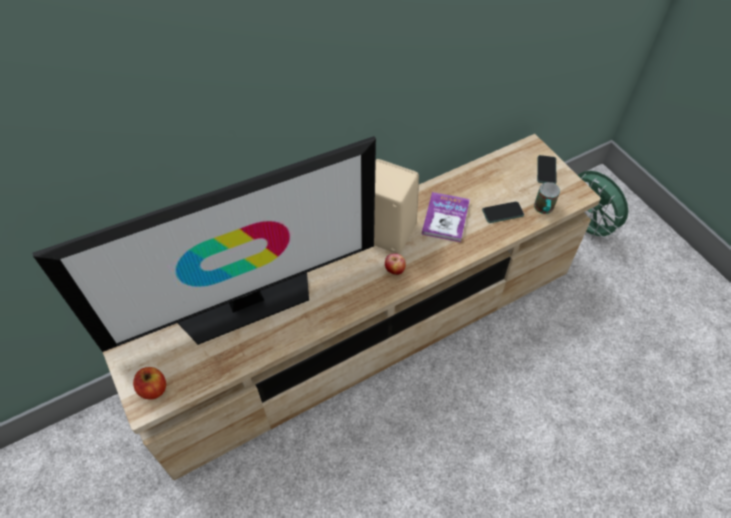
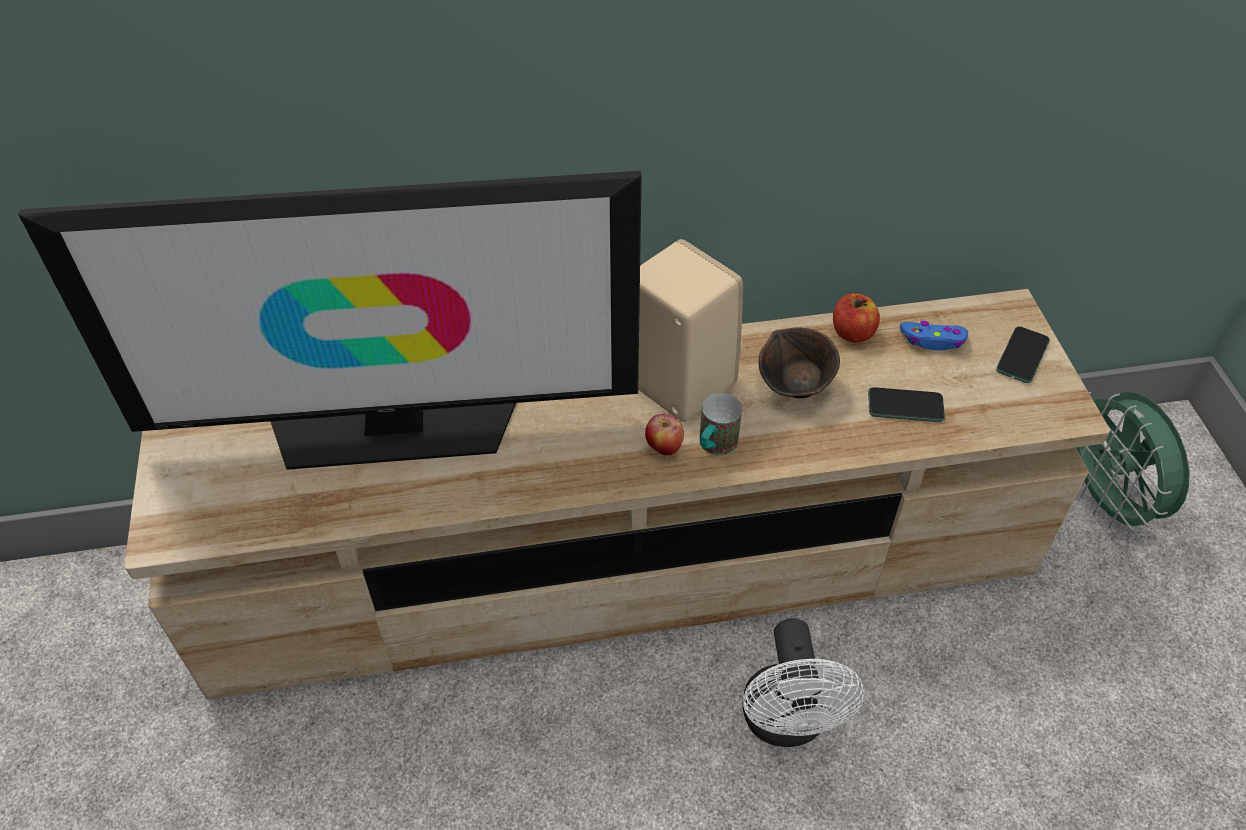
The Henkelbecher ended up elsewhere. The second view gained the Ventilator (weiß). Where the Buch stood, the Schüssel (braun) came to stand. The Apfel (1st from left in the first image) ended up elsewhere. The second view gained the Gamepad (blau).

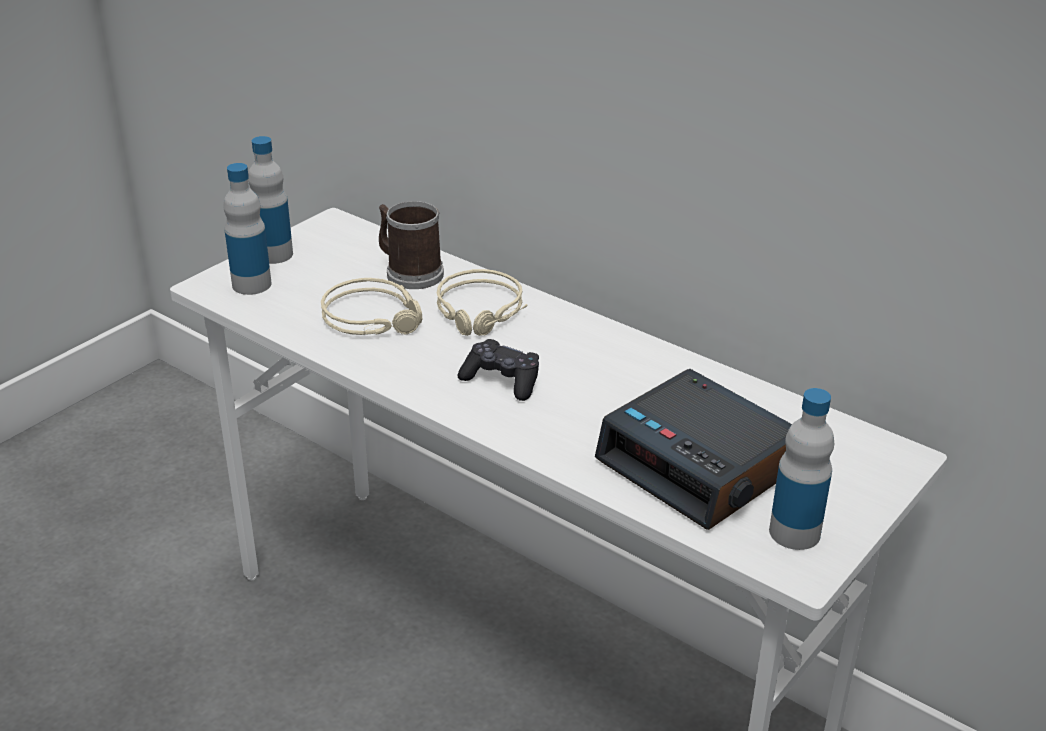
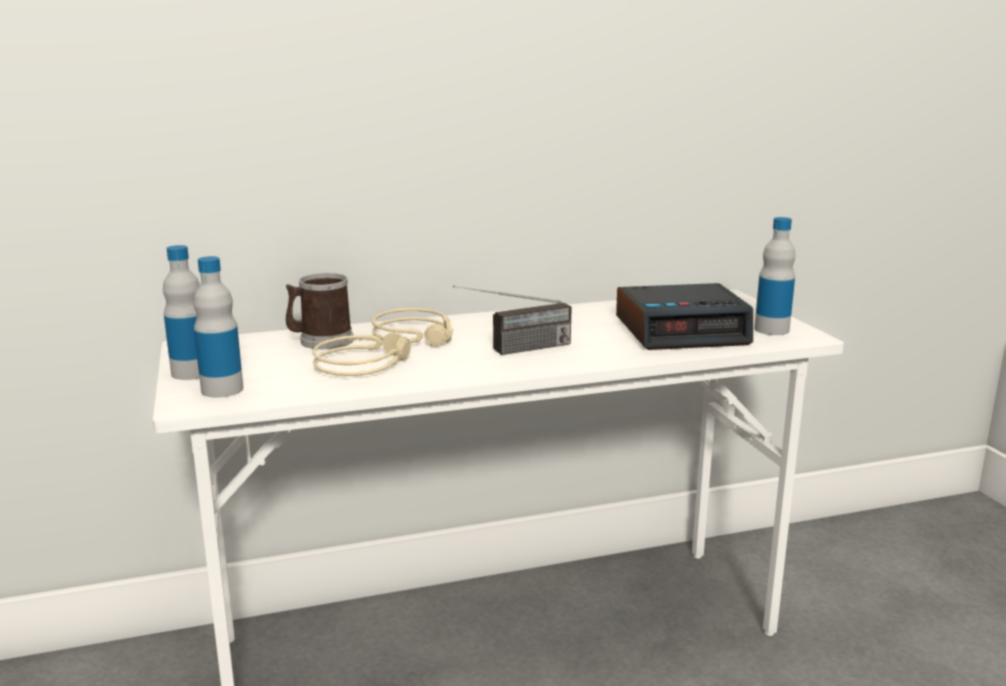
Where the Gamepad (schwarz) stood, the Radio came to stand.

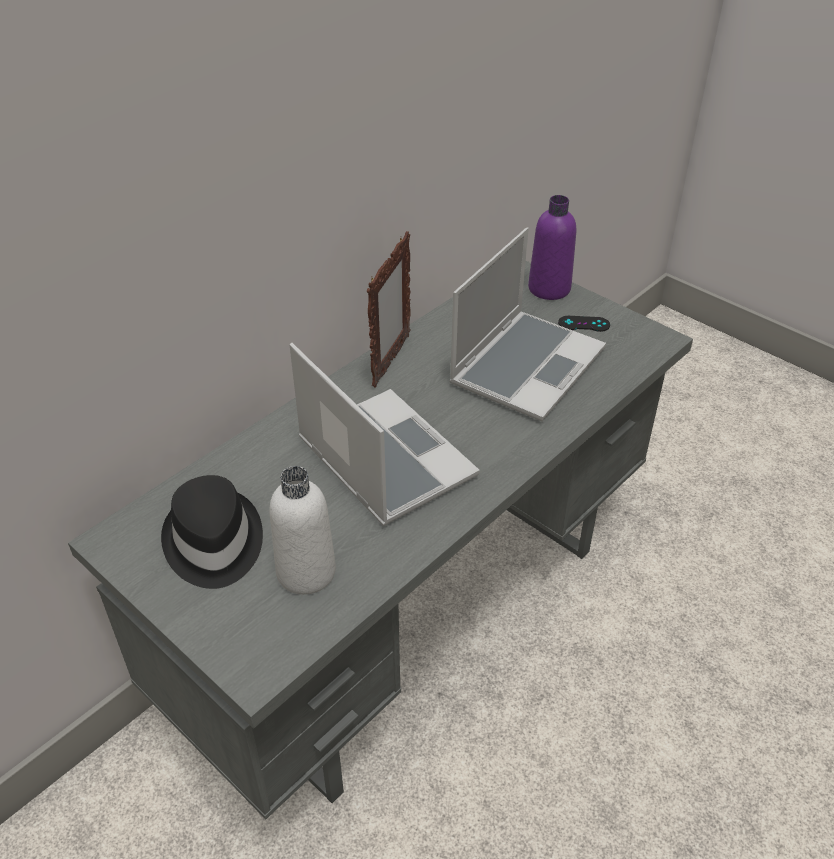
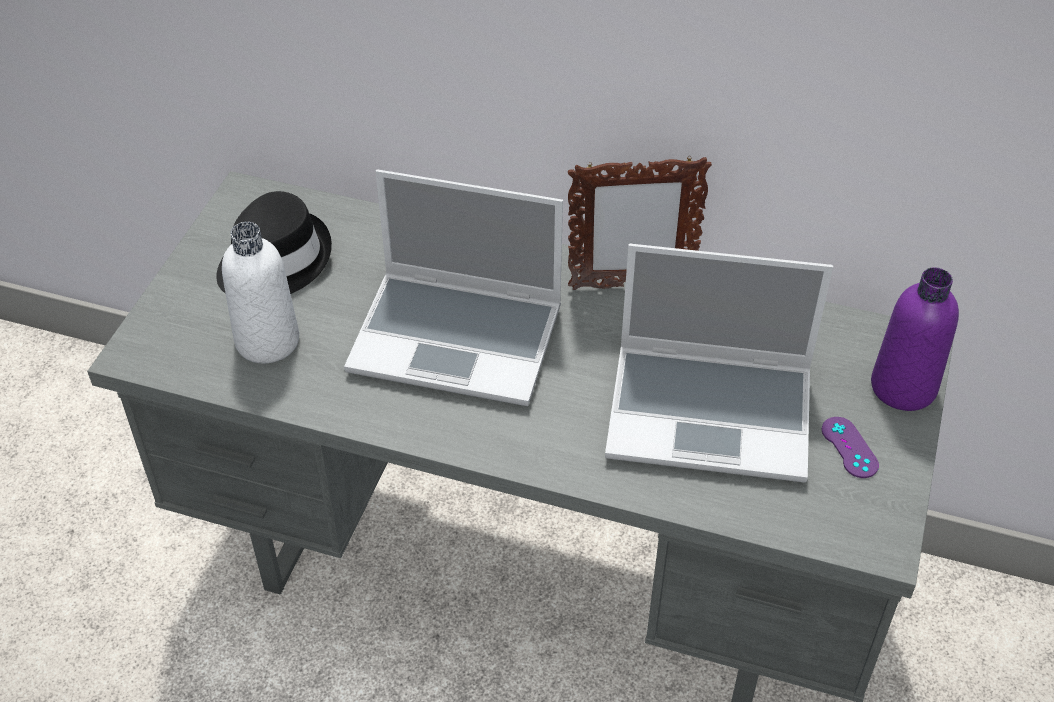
The Laptop (1st from left) ended up facing another way, 75 degrees clockwise from before. What was the Gamepad (schwarz) turned into the Gamepad (lila).

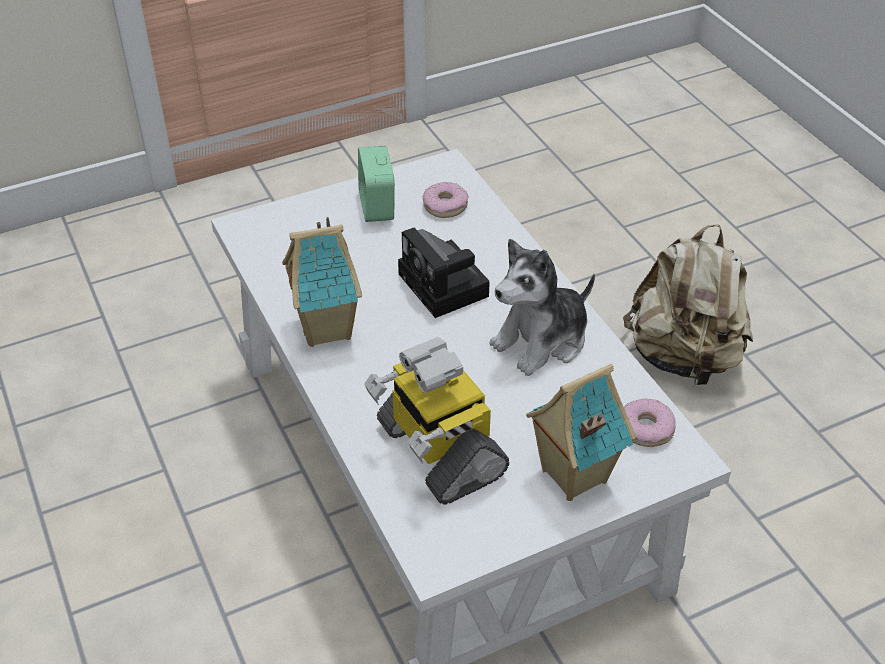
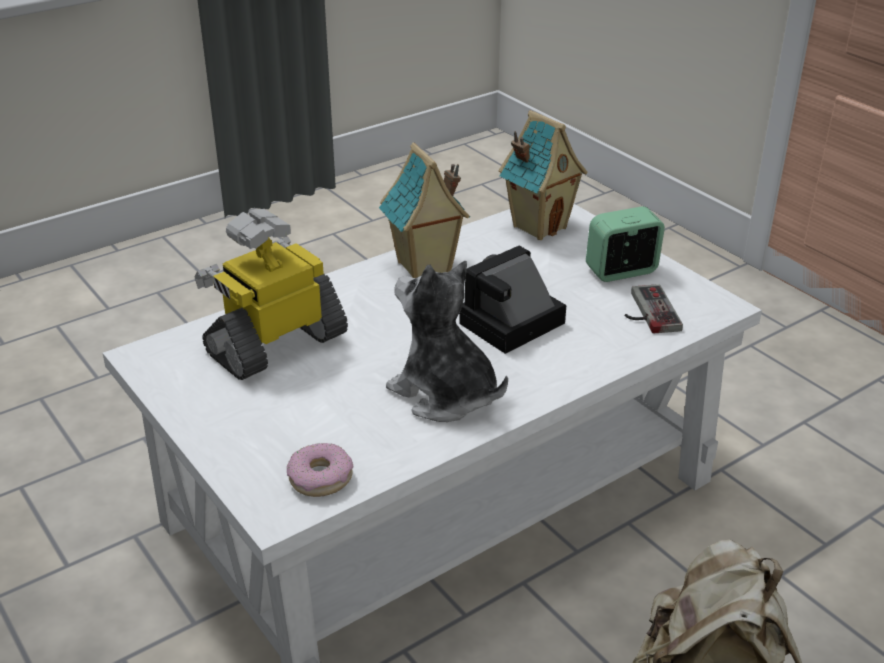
The Spielzeughaus (2nd from left) ended up elsewhere. Where the Donut (1st from left) stood, the Gamepad came to stand.

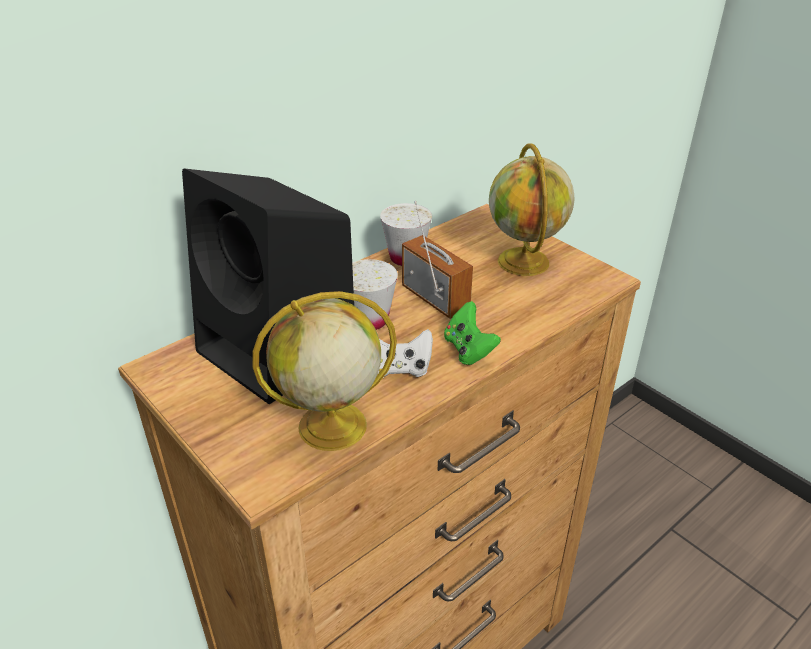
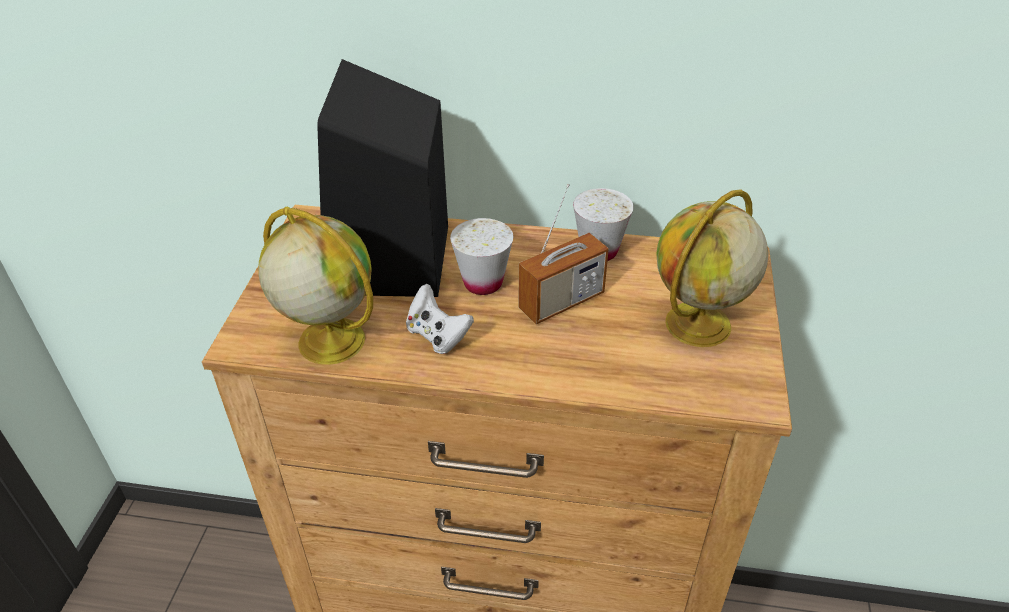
The Radio ended up facing another way, 45 degrees clockwise from before. The second view lost the Gamepad (grün).

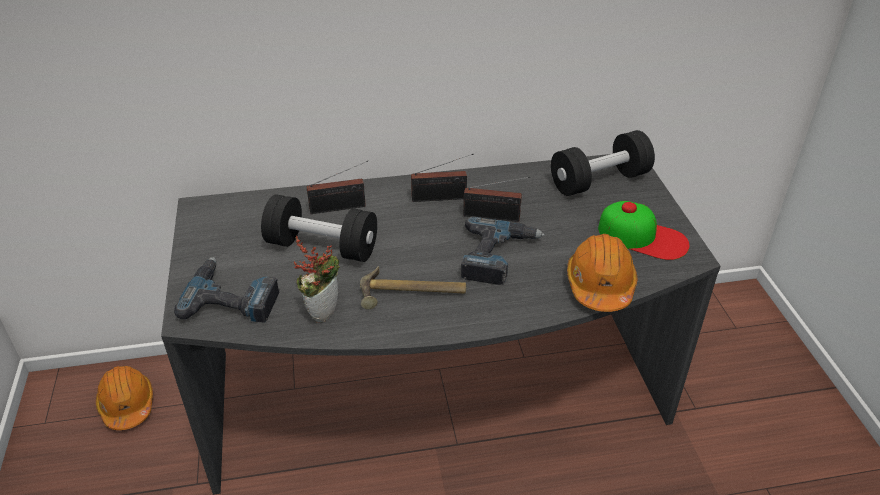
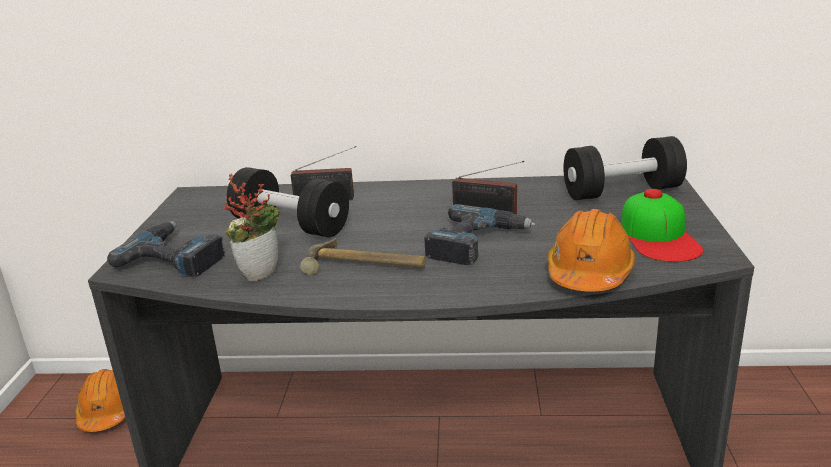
The Kappe ended up facing another way, 45 degrees clockwise from before. The second view lost the Radio (2nd from left).

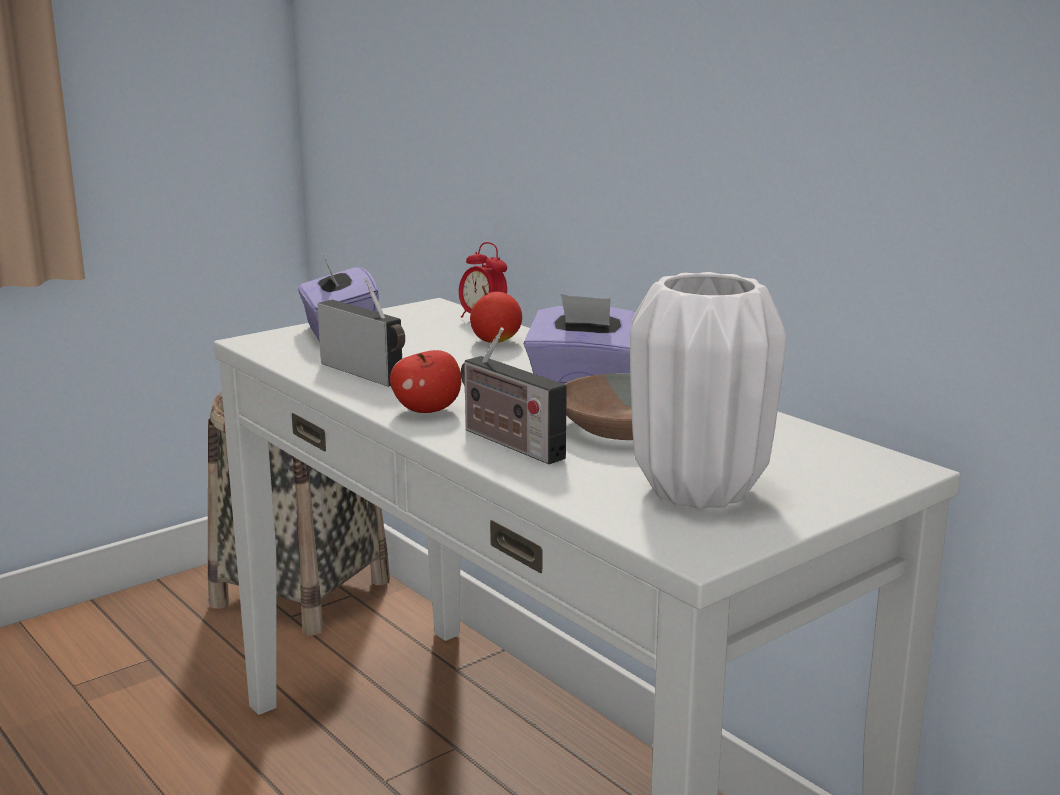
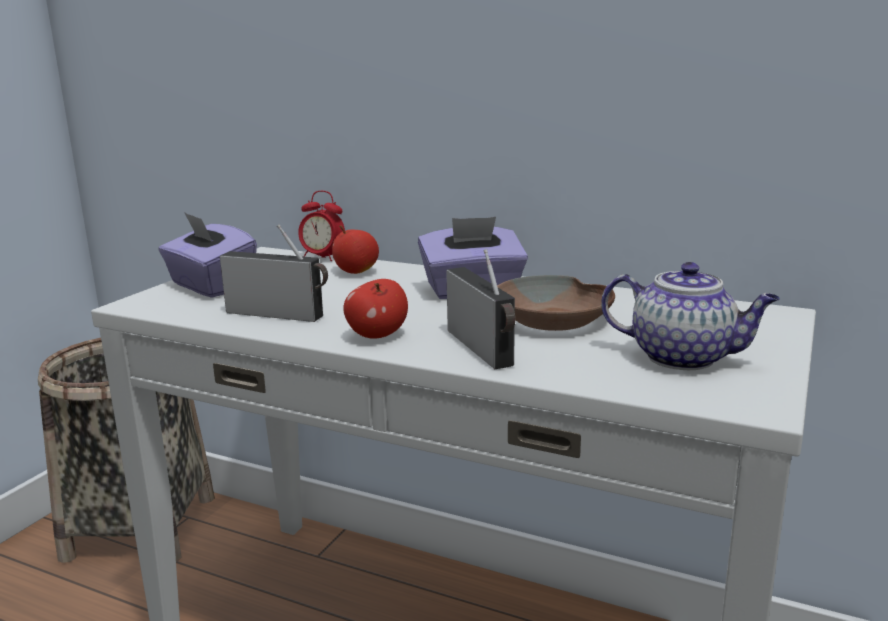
The Radio (2nd from left) ended up facing another way, 135 degrees counterclockwise from before. Where the Vase (weiß) stood, the Teekanne came to stand.

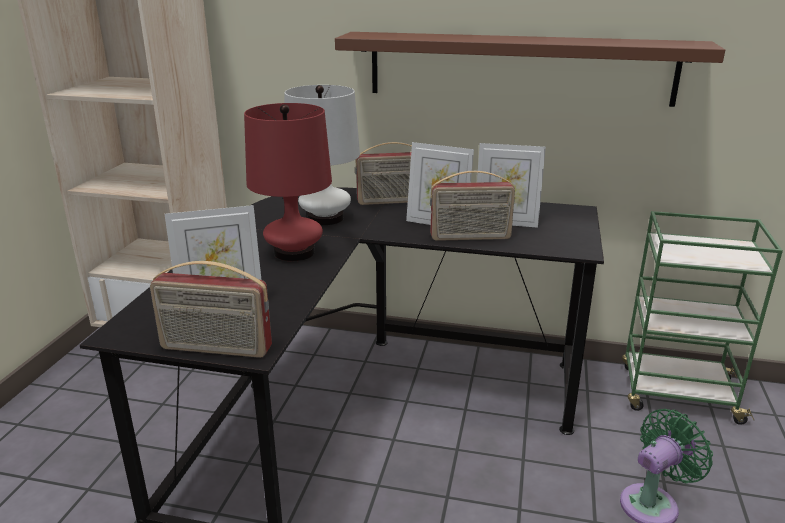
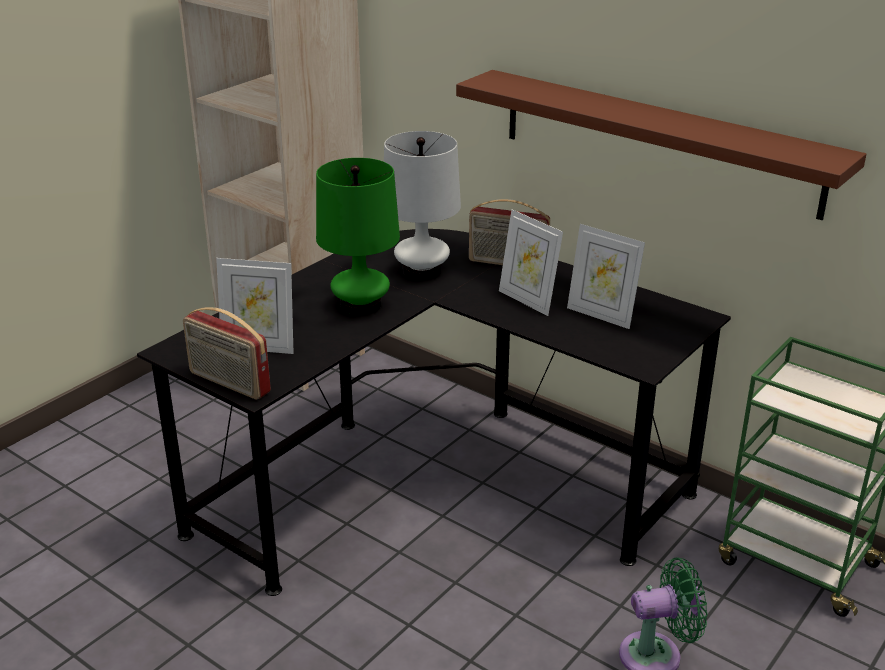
What was the Tischlampe (rot) turned into the Tischlampe (grün). The second view lost the Radio (3rd from left).

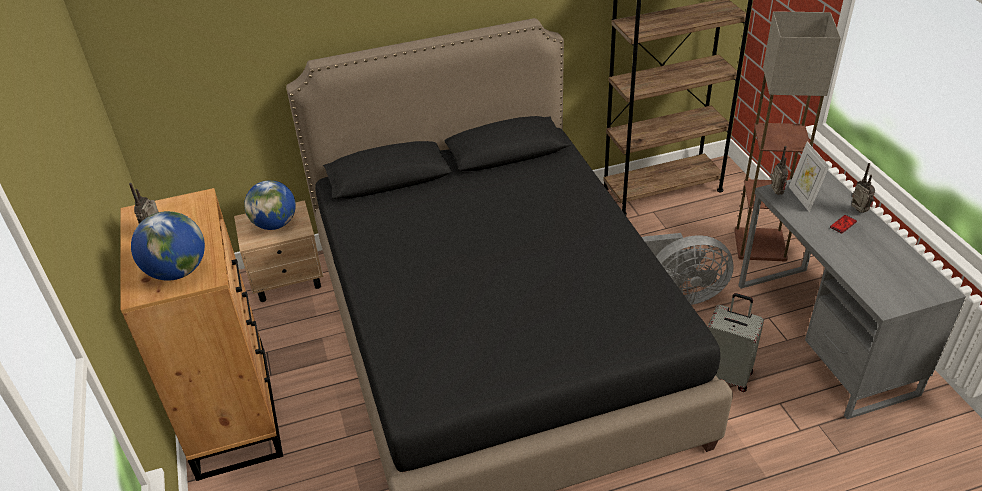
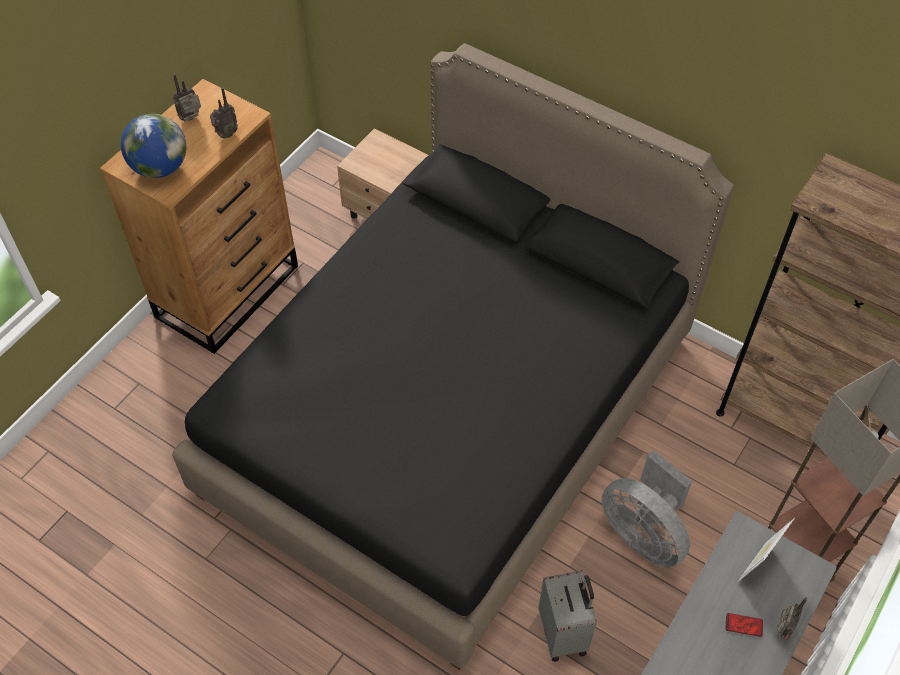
The Radio (2nd from left) ended up elsewhere. The second view lost the Globus (2nd from left).

